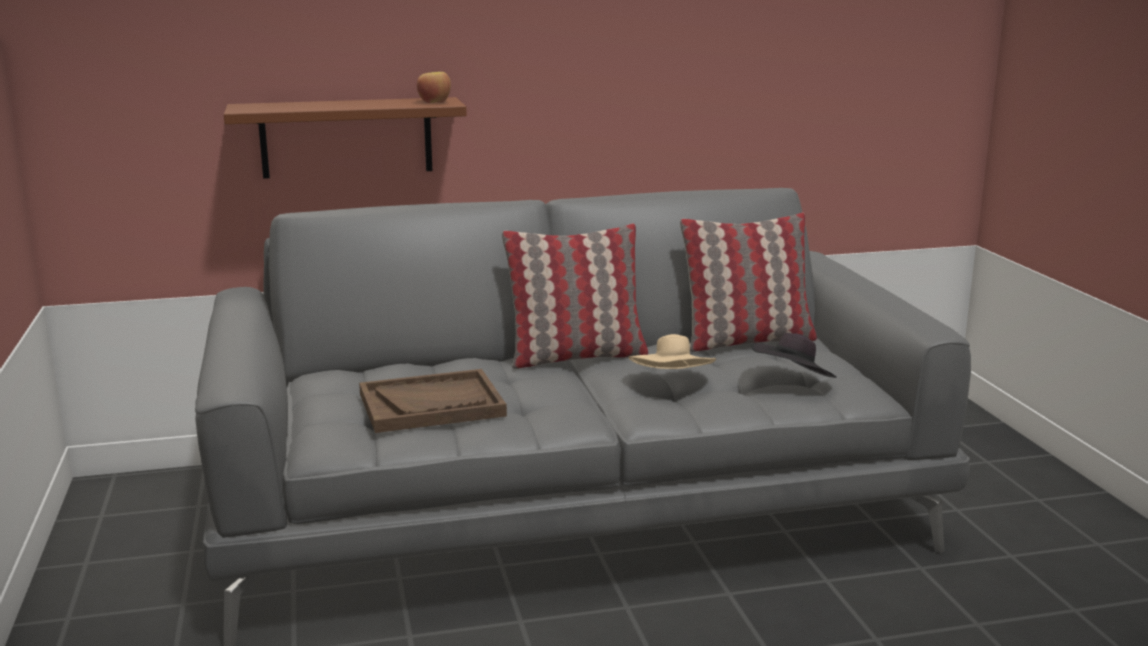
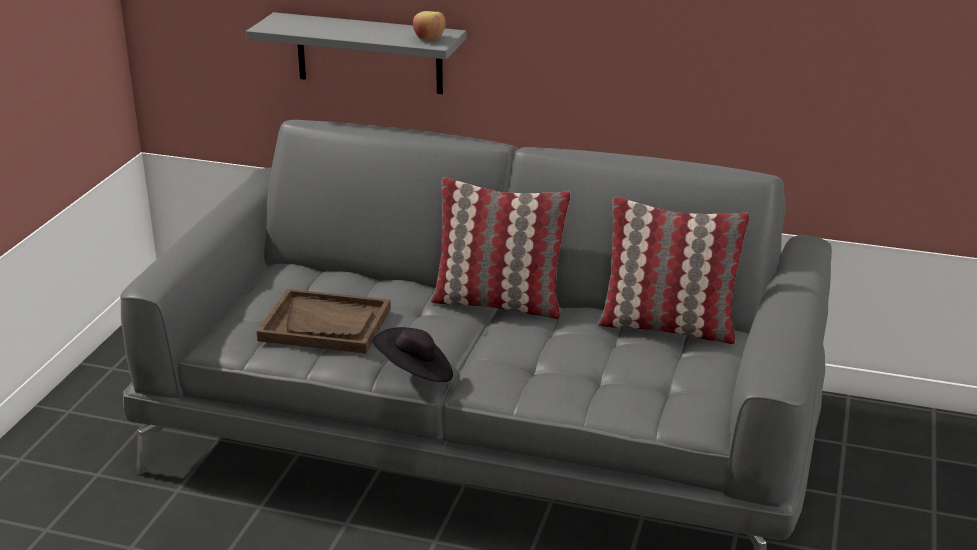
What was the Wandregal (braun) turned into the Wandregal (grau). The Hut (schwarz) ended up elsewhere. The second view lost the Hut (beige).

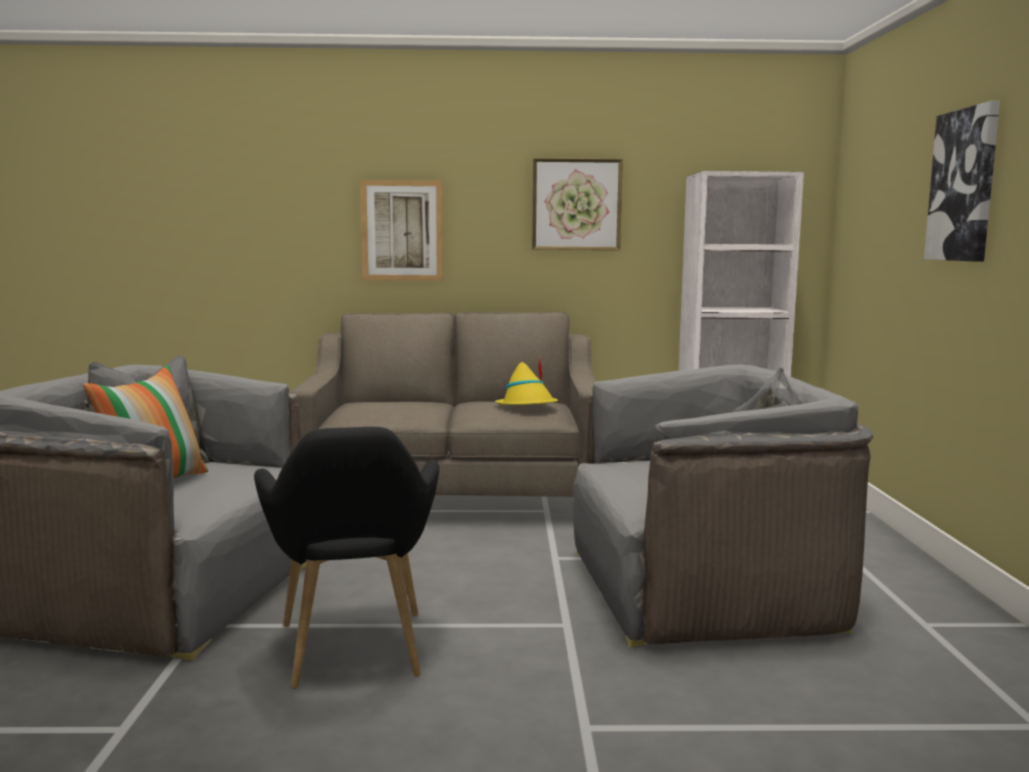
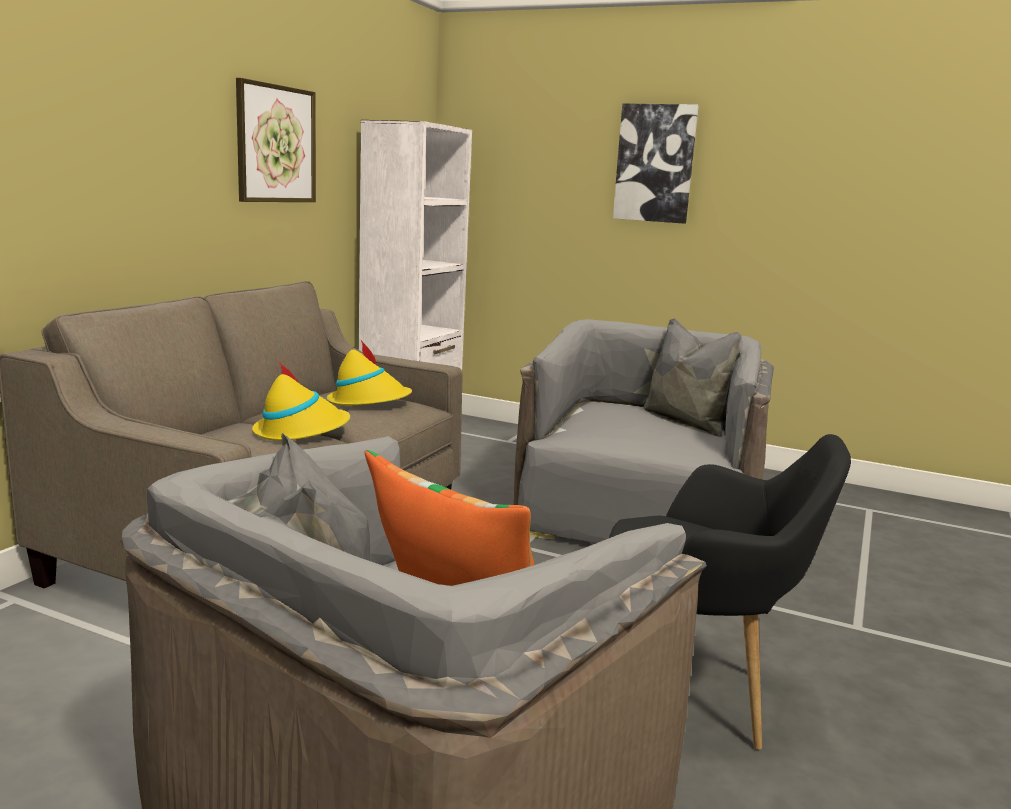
The second view gained the Hut (gelb) (1st from left). The second view lost the Bild (1st from left).

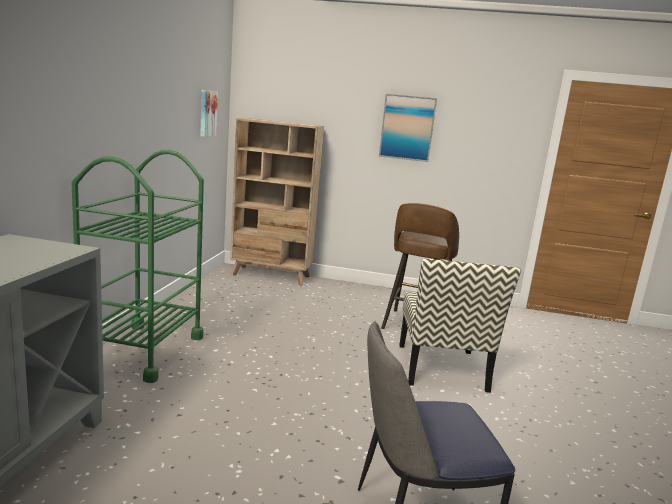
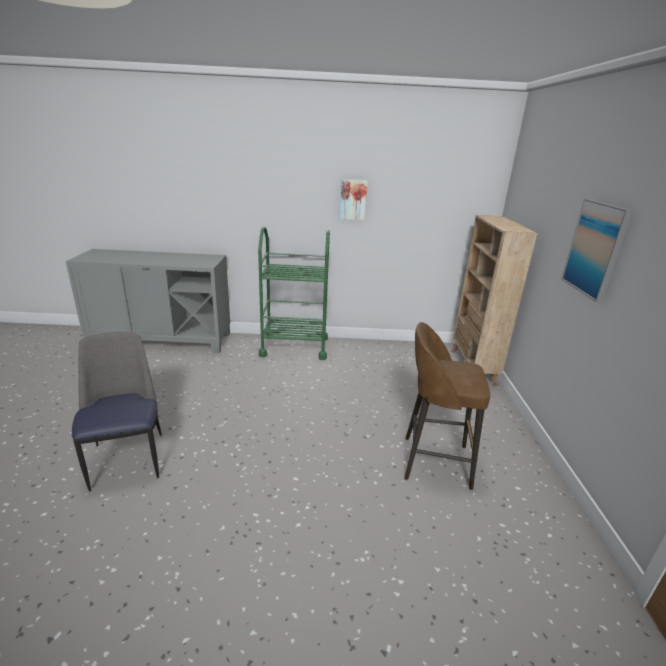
The Bild (1st from left) ended up elsewhere. The second view lost the Stuhl (2nd from left).

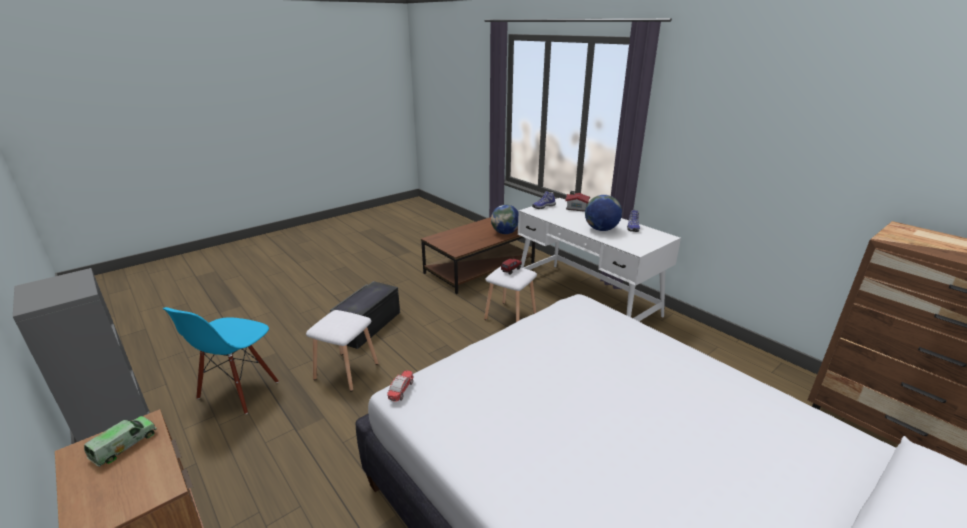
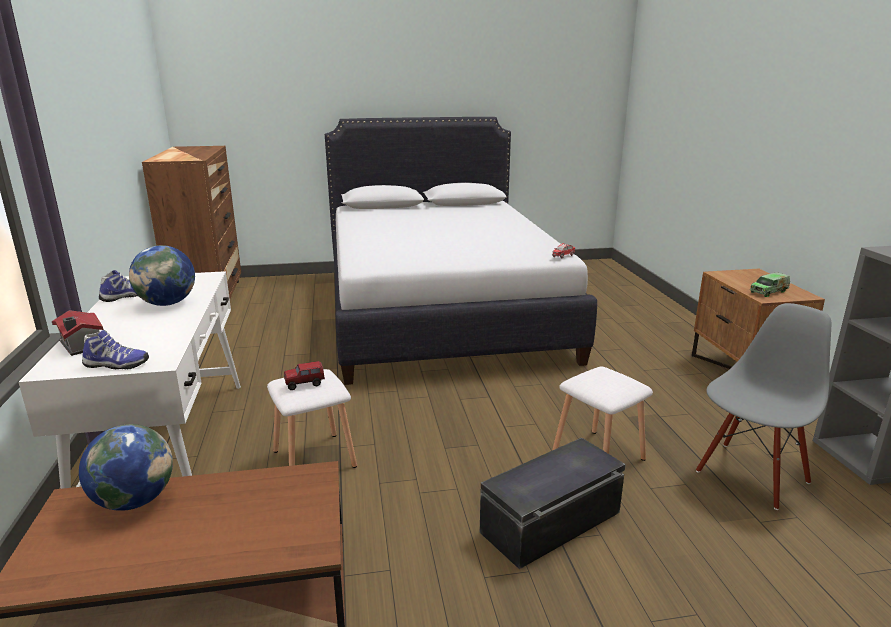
What was the Stuhl (blau) turned into the Stuhl (grau).

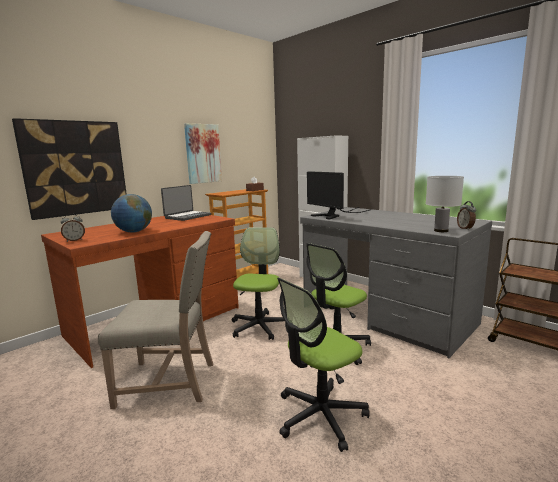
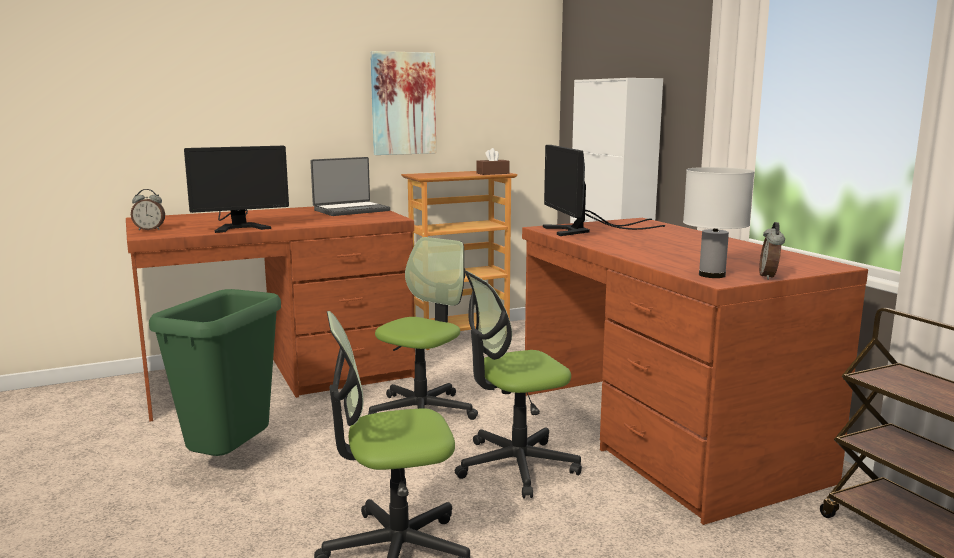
Where the Stuhl (beige) stood, the Mülleimer (grün) came to stand. Where the Globus stood, the Monitor (1st from left) came to stand. What was the Schreibtisch (grau) turned into the Schreibtisch (braun) (2nd from left). The second view lost the Bild (1st from left).

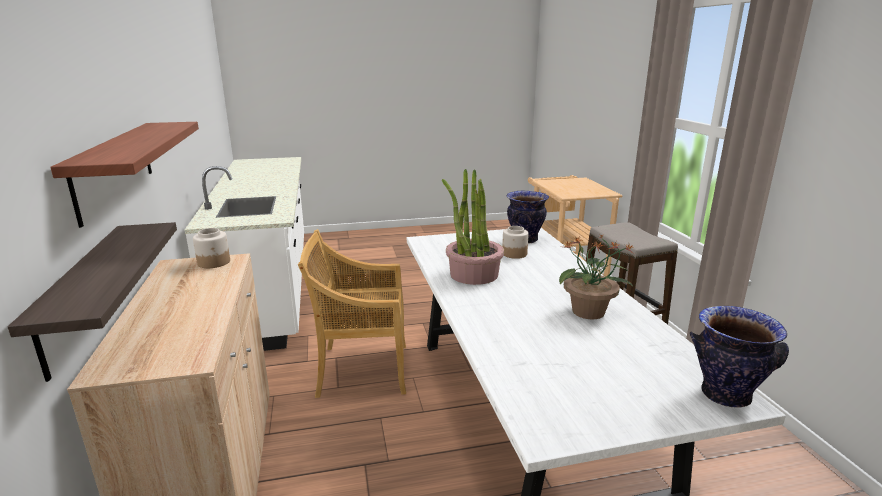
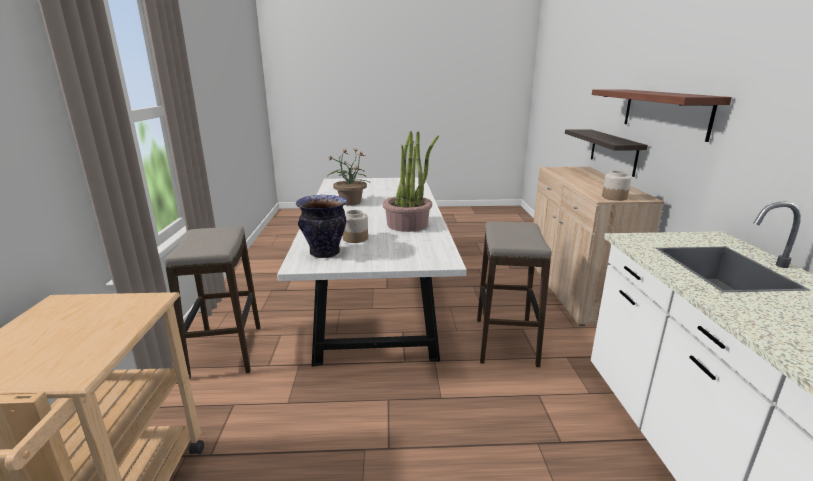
Where the Stuhl (beige) stood, the Hocker (2nd from left) came to stand. The second view lost the Vase (2nd from left).

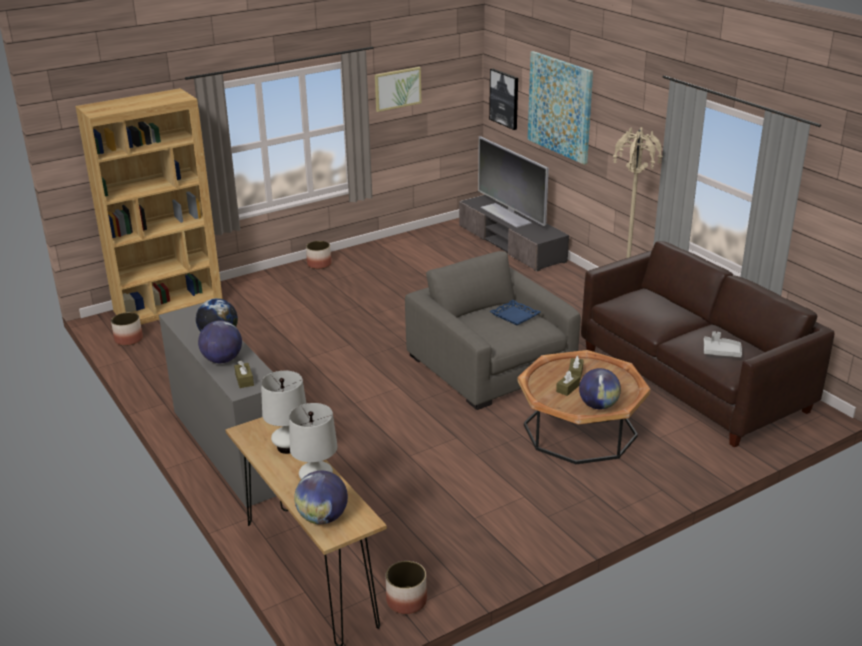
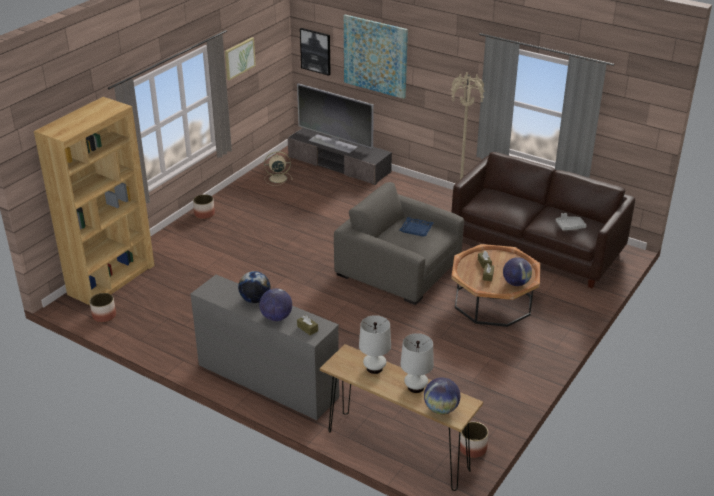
The second view gained the Ventilator (beige).

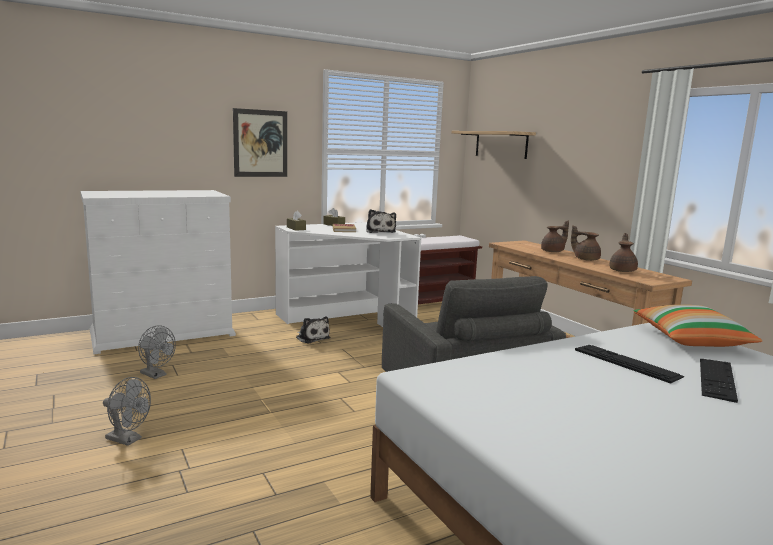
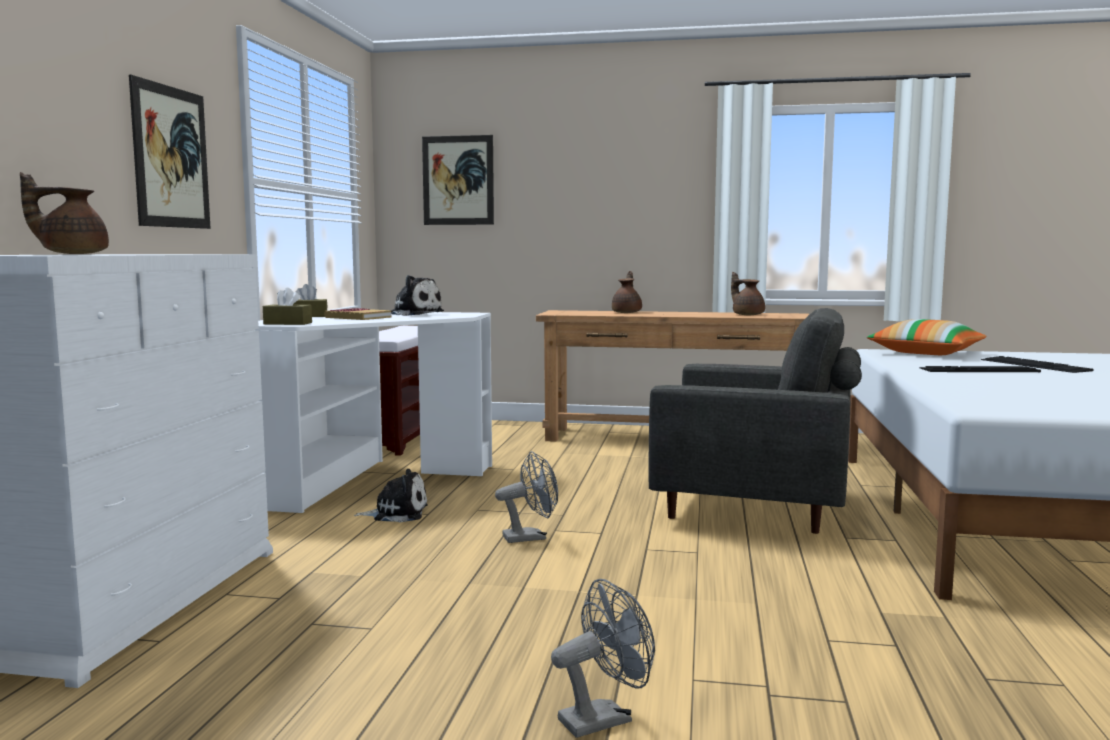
The Teekanne (braun) (2nd from left in the first image) ended up elsewhere. Where the Wandregal hung, the Bild (2nd from left) came to hang. The Ventilator (grau) (2nd from left in the first image) ended up elsewhere.

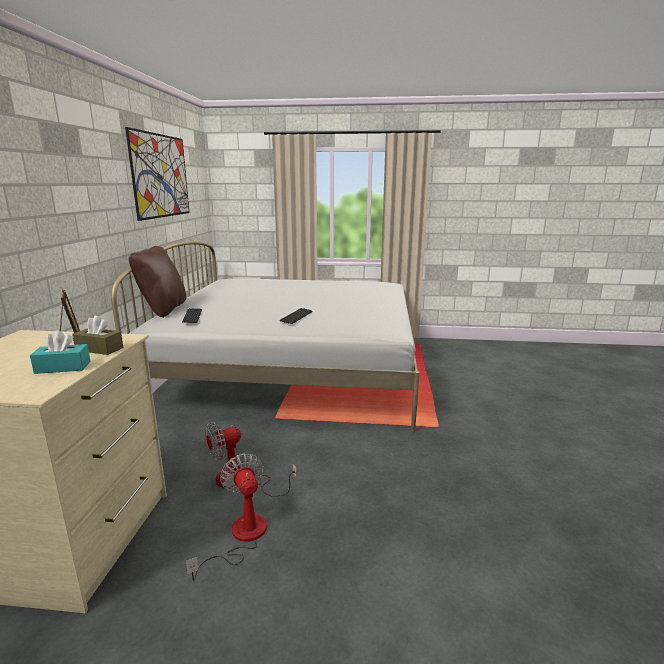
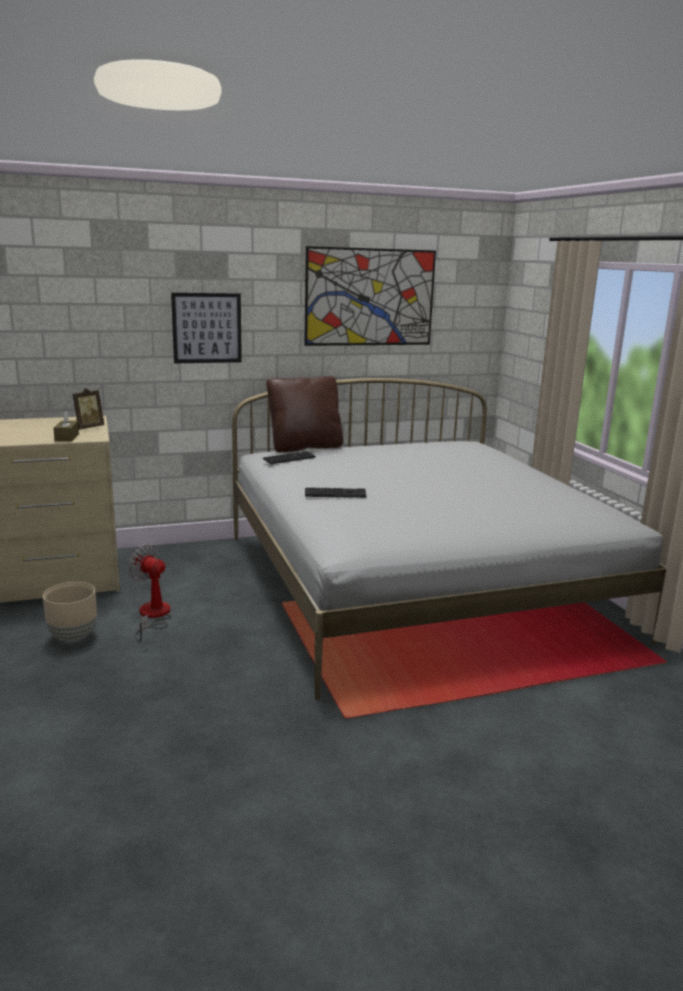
Where the Ventilator (1st from left) stood, the Pflanzkübel (beige) came to stand. The second view gained the Bild (1st from left). The second view lost the Taschentuchbox (türkis).

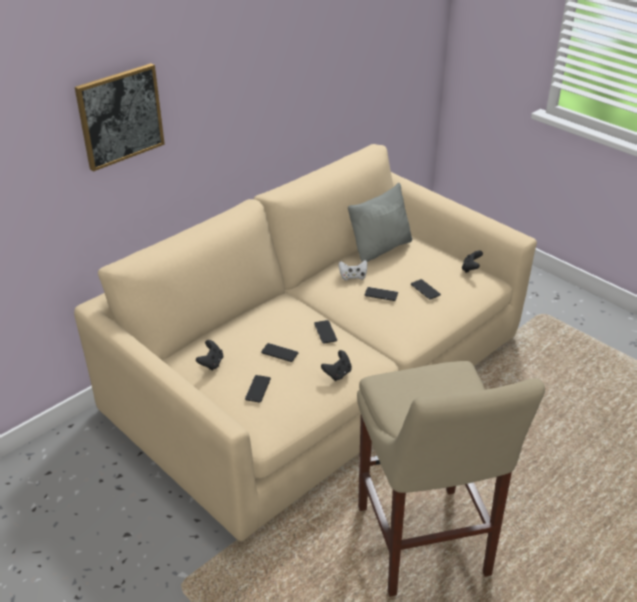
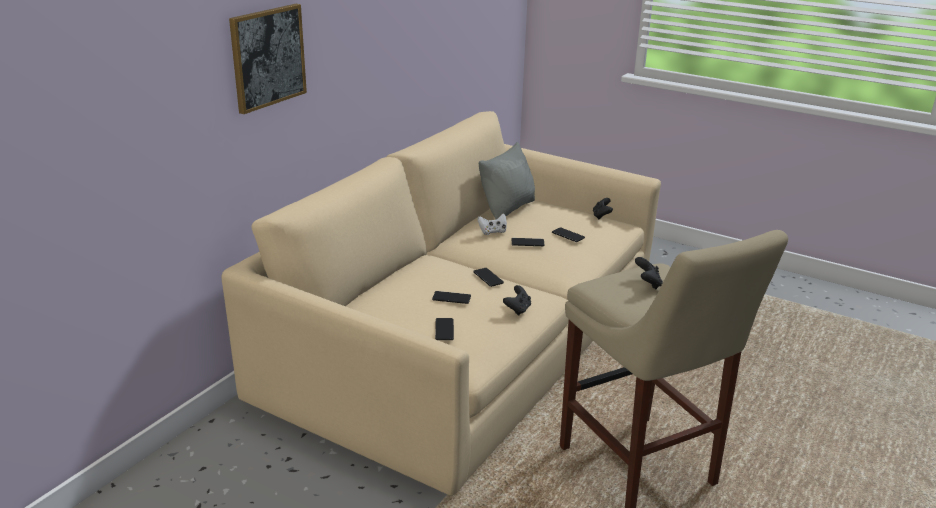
The Gamepad (schwarz) (1st from left in the first image) ended up elsewhere.

